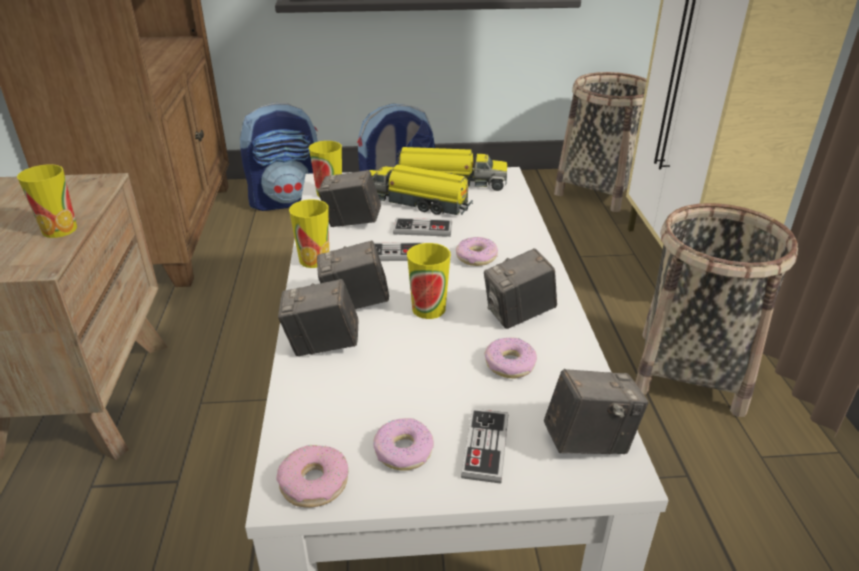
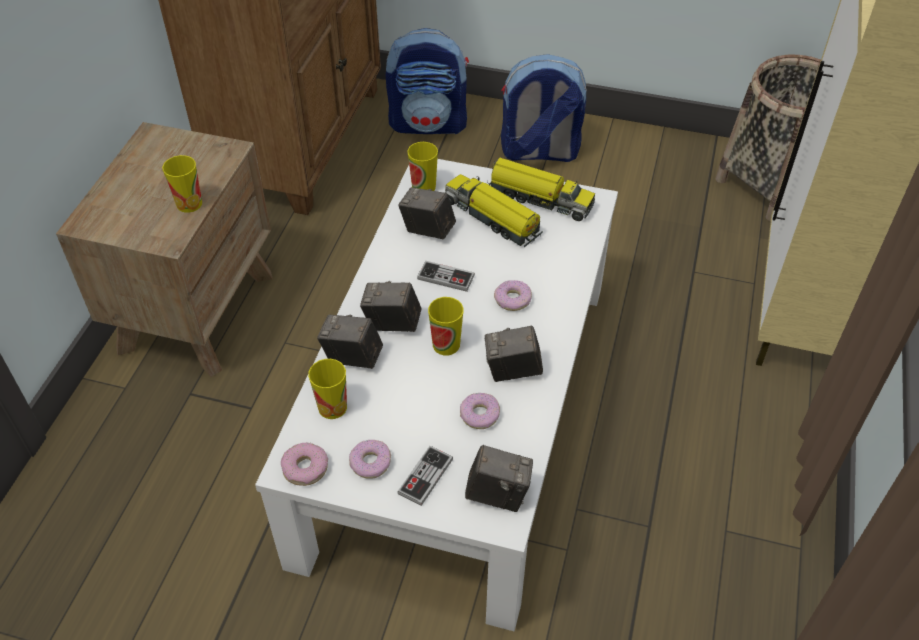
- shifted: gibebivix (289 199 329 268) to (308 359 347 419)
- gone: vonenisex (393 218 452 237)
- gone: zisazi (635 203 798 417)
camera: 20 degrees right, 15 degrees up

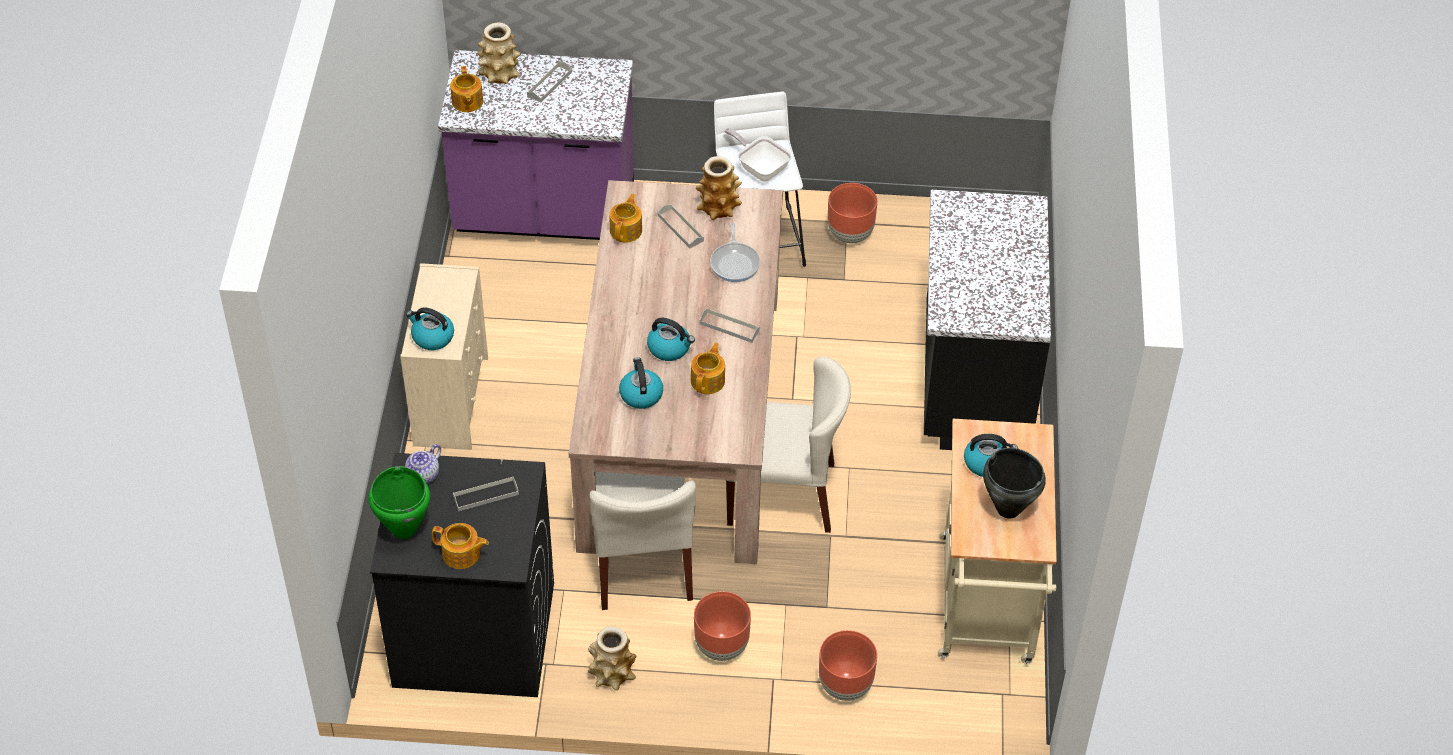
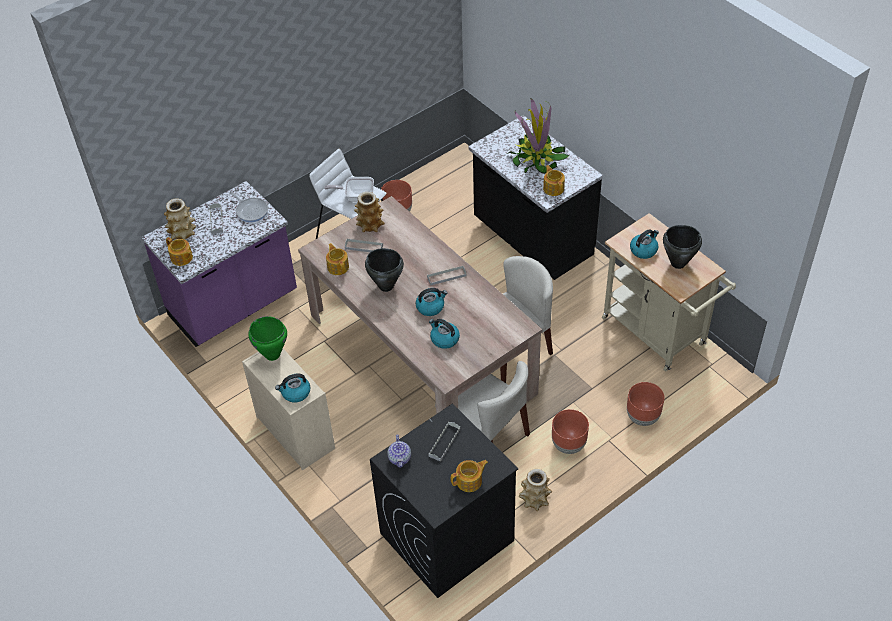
- shifted: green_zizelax (368 466 430 539) to (249 316 287 361)
- shifted: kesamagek (691 343 725 394) to (543 165 565 196)
- shifted: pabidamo (710 223 760 282) to (230 192 268 222)
- new: black_zizelax (365 248 404 292)
- new: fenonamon (507 98 569 174)
camera: 40 degrees left, 0 degrees up

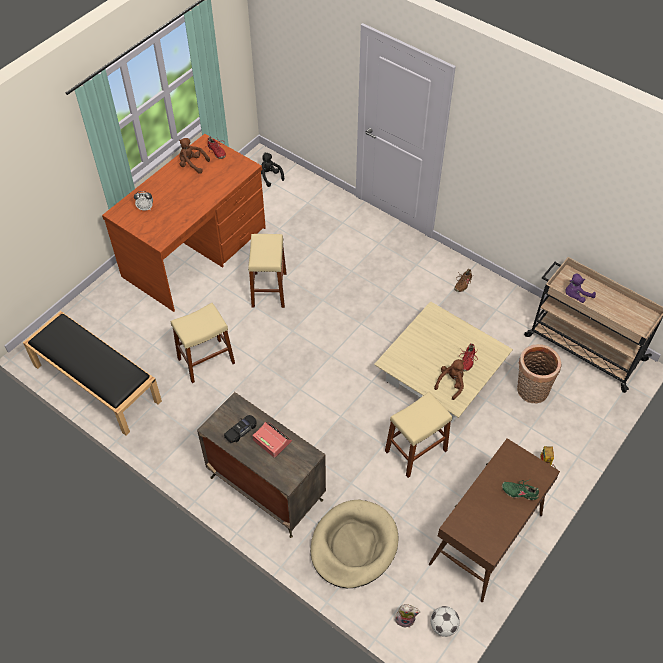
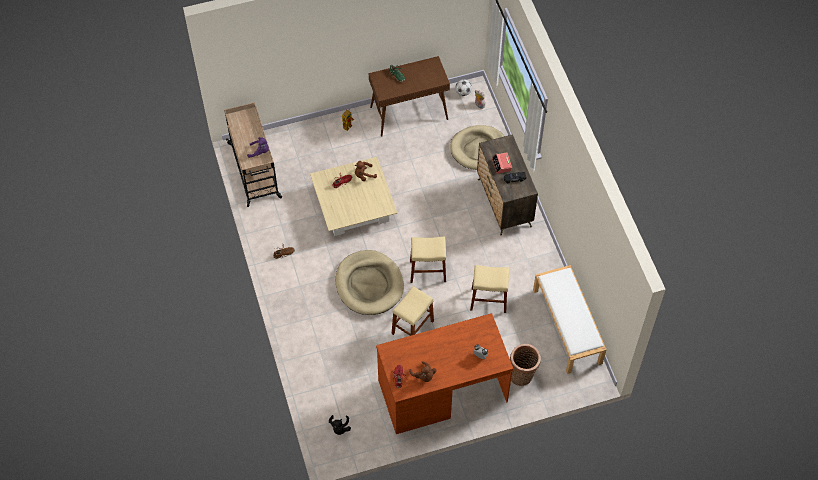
- repainted: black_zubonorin (23 311 162 436) to white_zubonorin (533 265 607 374)
- shifted: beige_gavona (385 392 452 478) to (410 237 446 283)
- shifted: zisazi (517 344 561 403) to (510 344 541 386)
- new: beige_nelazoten (335 250 404 315)
camera: 145 degrees left, 5 degrees up

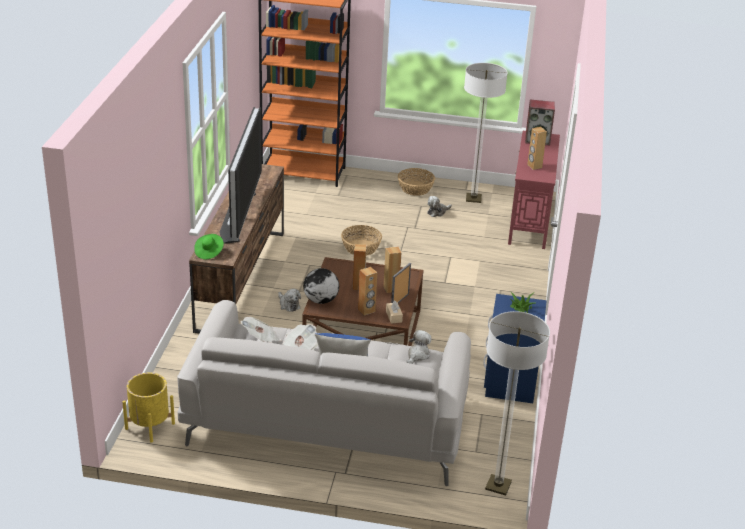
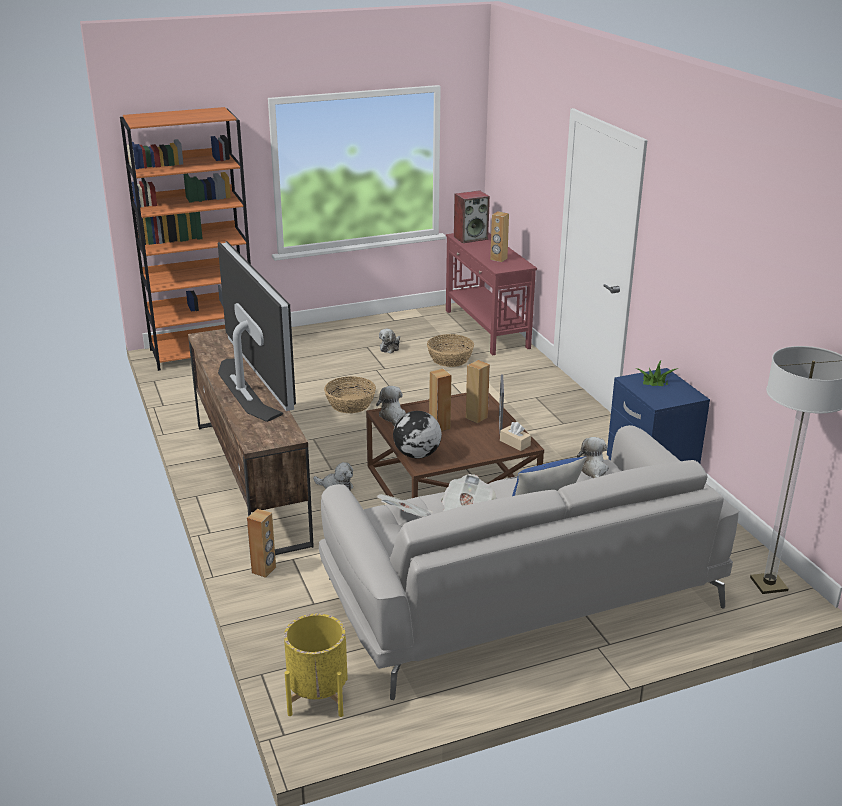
- gone: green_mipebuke (194 234 224 259)
- shifted: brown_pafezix (358 267 377 316) to (247 509 276 578)
- shifted: zisazi (398 168 435 196) to (427 334 474 367)
- gone: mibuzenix (464 63 508 203)
- new: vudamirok (376 386 406 426)
camera: 30 degrees left, 5 degrees down

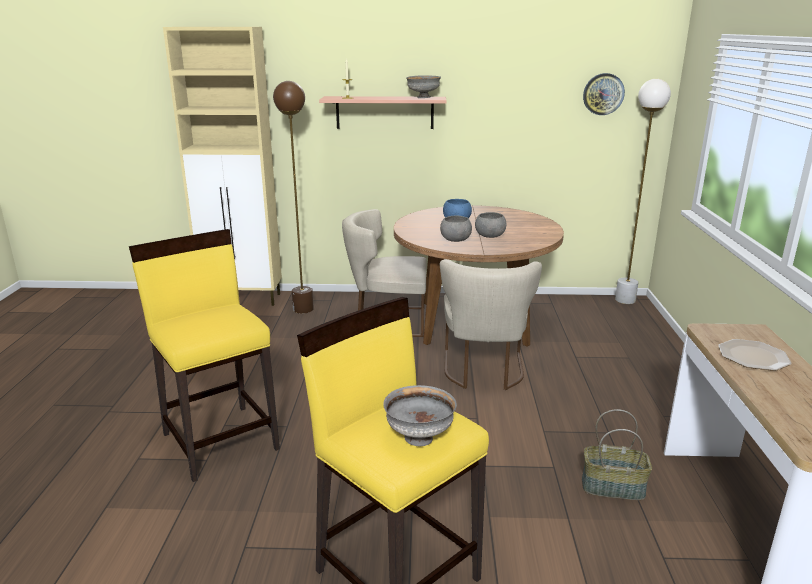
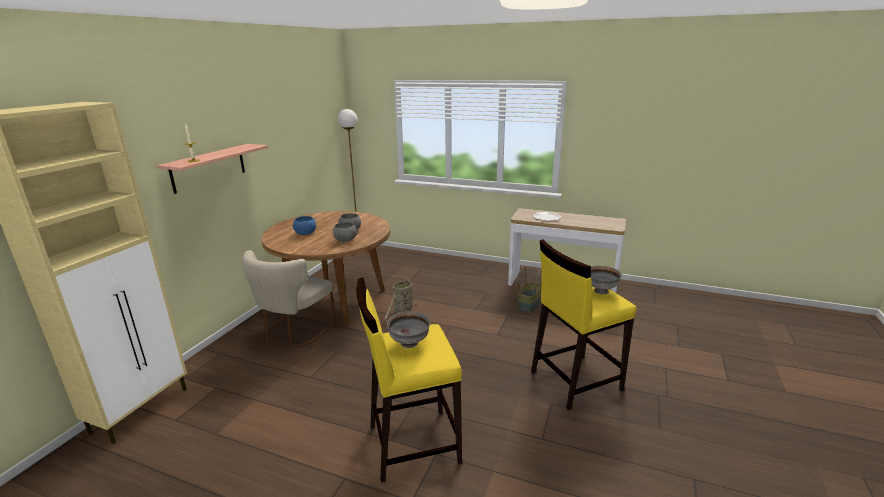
- gone: brown_mibuzenix (273 81 314 314)
- shifted: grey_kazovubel (406 75 441 98) to (387 311 431 348)
- swapped: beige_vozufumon (440 259 542 390) to zisazi (385 280 416 321)
- gone: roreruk (583 73 625 115)
camera: 70 degrees left, 0 degrees up

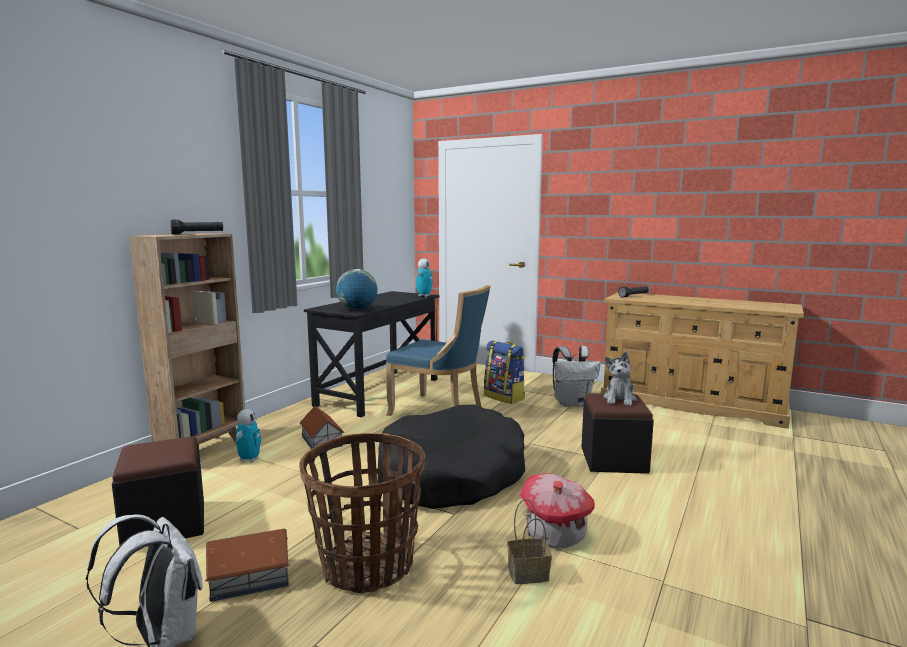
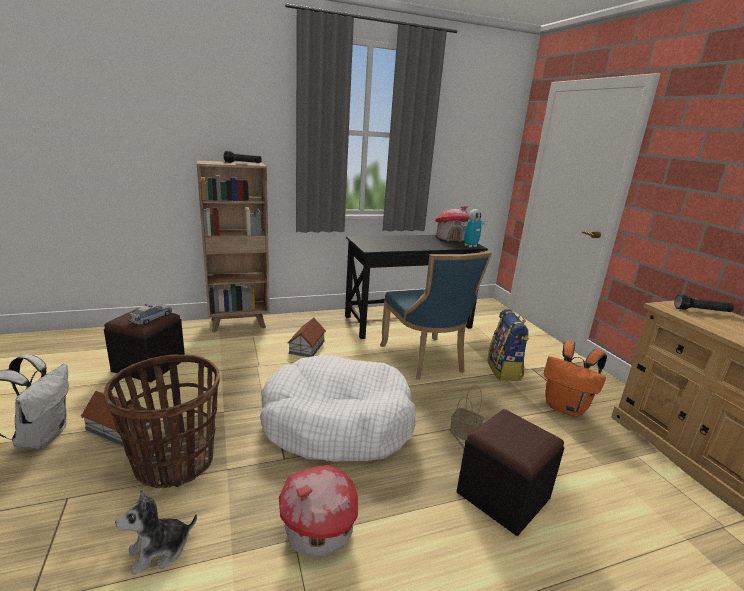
- gone: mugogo (236 409 261 462)
- gone: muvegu (336 269 378 310)
- repainted: black_nelazoten (377 404 525 509) to white_nelazoten (260 355 416 462)
- shifted: zisazi (507 499 552 584) to (450 385 484 440)
- repainted: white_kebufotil (552 346 600 407) to orange_kebufotil (544 341 607 417)
- shifted: vudamirok (603 352 636 406) to (115 489 197 575)
- new: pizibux (128 304 172 324)
- new: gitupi (435 206 469 242)
camera: 40 degrees right, 10 degrees up

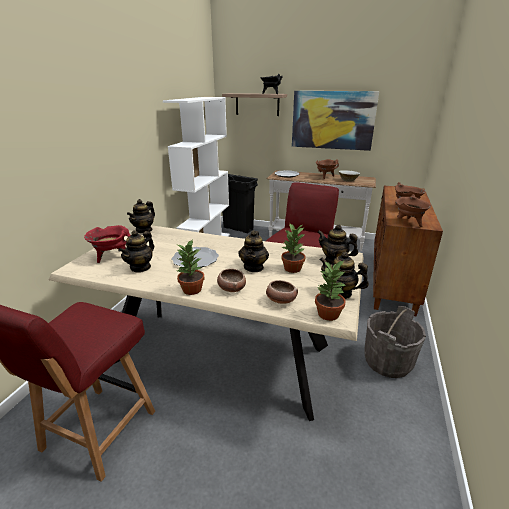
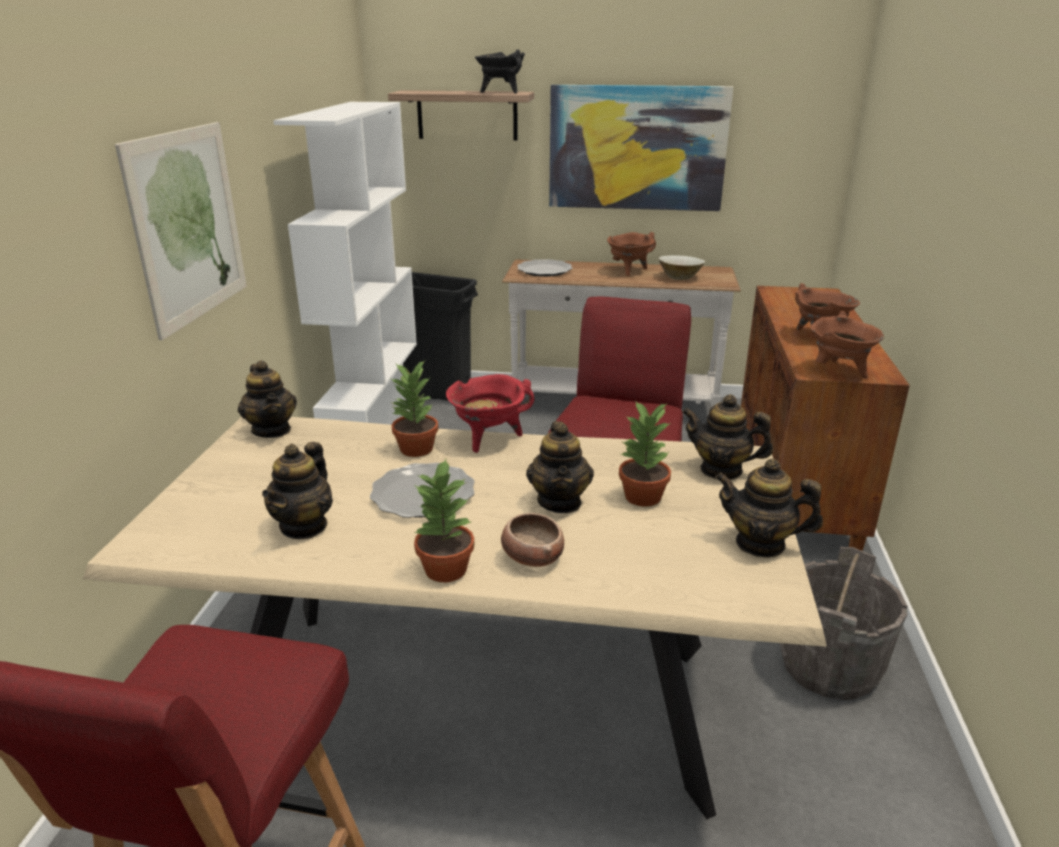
- shifted: red_zizelax (84 225 131 263) to (446 374 534 453)
- rotated: kesamagek (127 199 155 233) = (238 361 297 438) 45 degrees counterclockwise
- gone: kazovubel (266 280 298 304)
- shifted: fenonamon (315 261 346 321) to (391 360 438 457)
- new: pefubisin (115 122 247 340)
camera: 10 degrees left, 0 degrees up

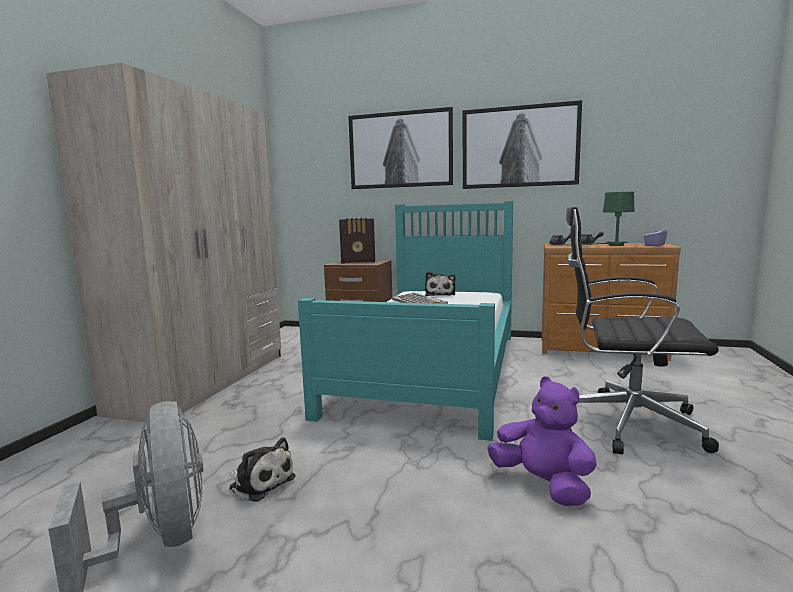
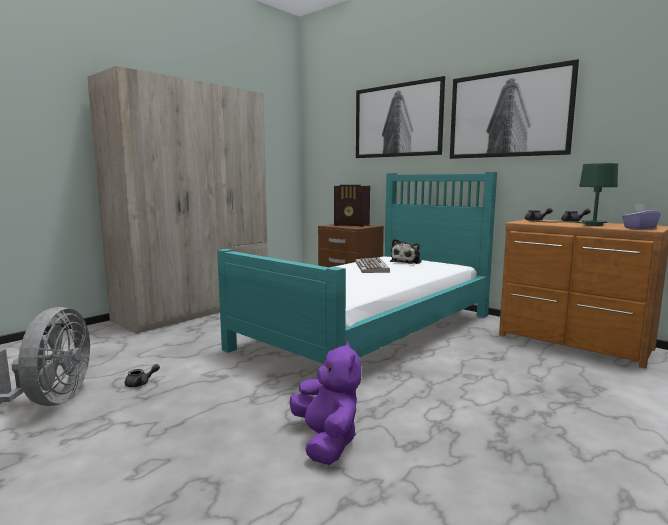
- swapped: vudamirok (229 437 296 502) to grey_kesamagek (125 364 160 387)
- gone: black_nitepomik (566 207 719 454)
camera: 25 degrees right, 0 degrees up

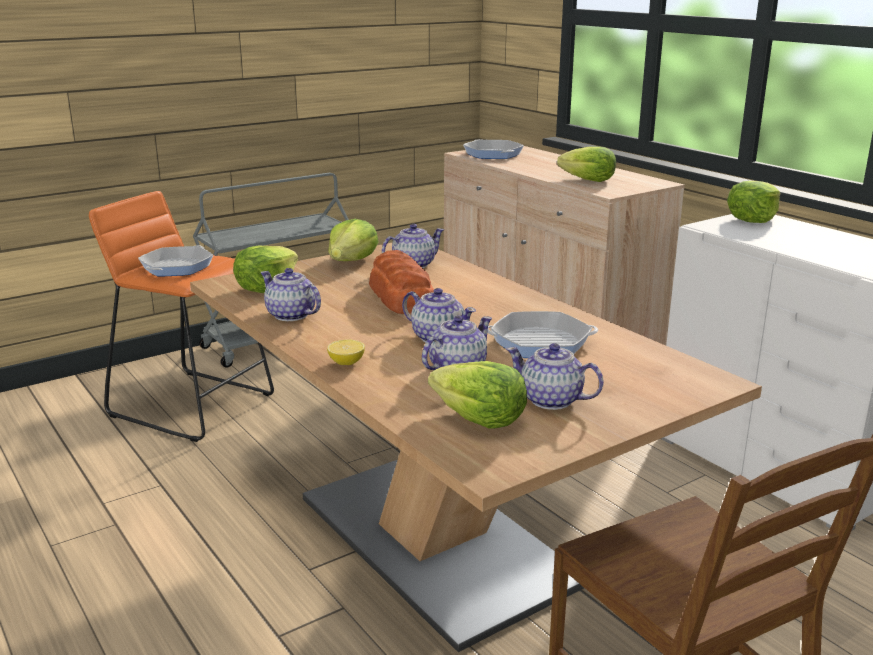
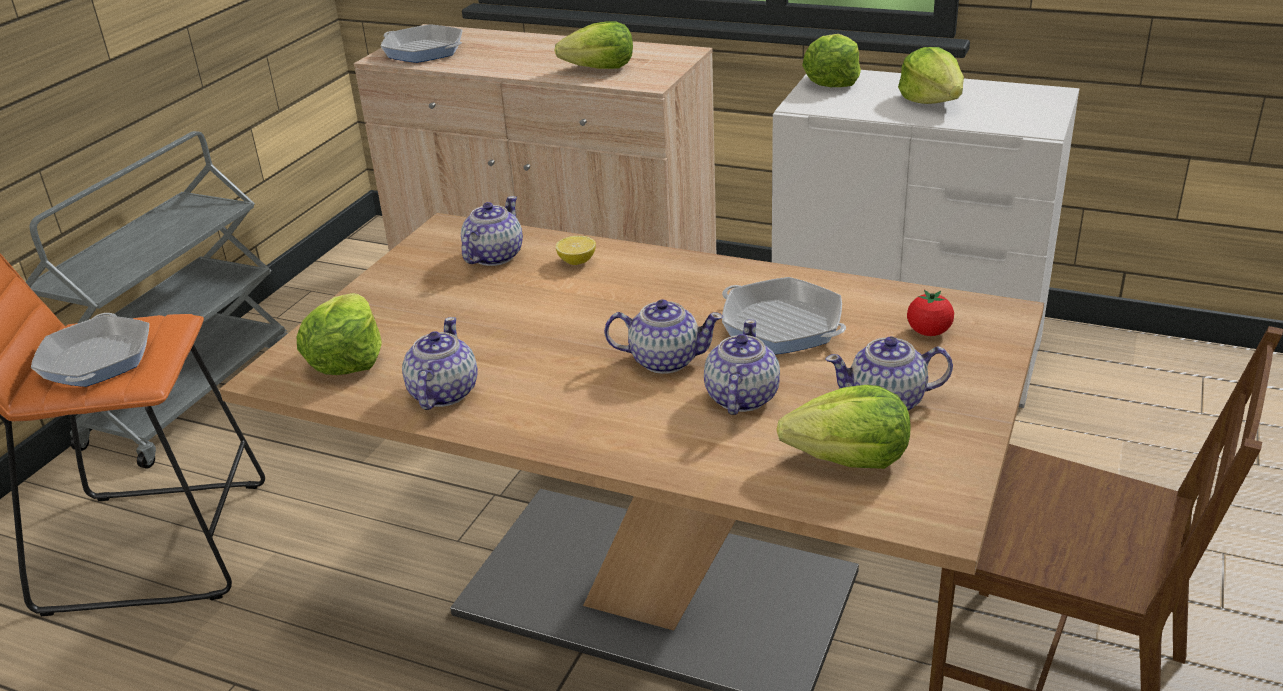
- rotated: kesamagek (260 268 321 321) = (402 317 478 410) 90 degrees clockwise
- shifted: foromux (327 340 365 365) to (556 236 596 265)
- shifted: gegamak (328 219 378 261) to (898 47 964 104)
- gone: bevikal (369 250 434 314)
- rotated: pabidamo (487 311 598 358) = (722 277 846 354) 105 degrees counterclockwise
- new: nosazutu (907 290 954 336)
camera: 30 degrees left, 10 degrees up

